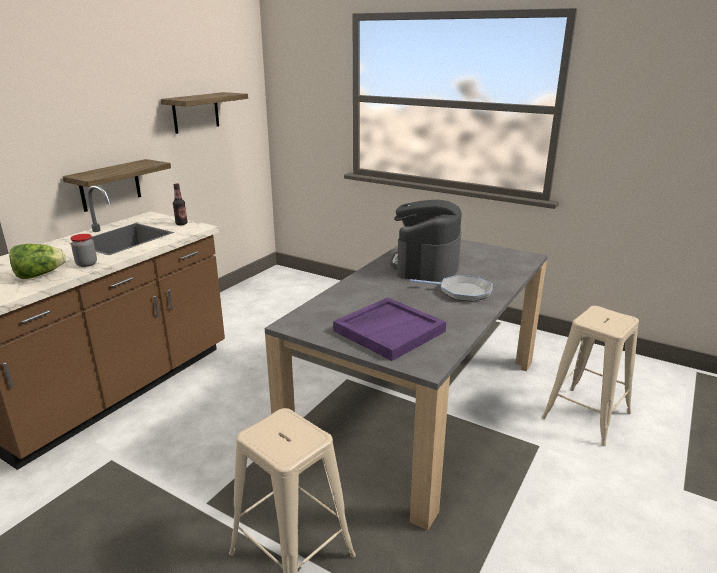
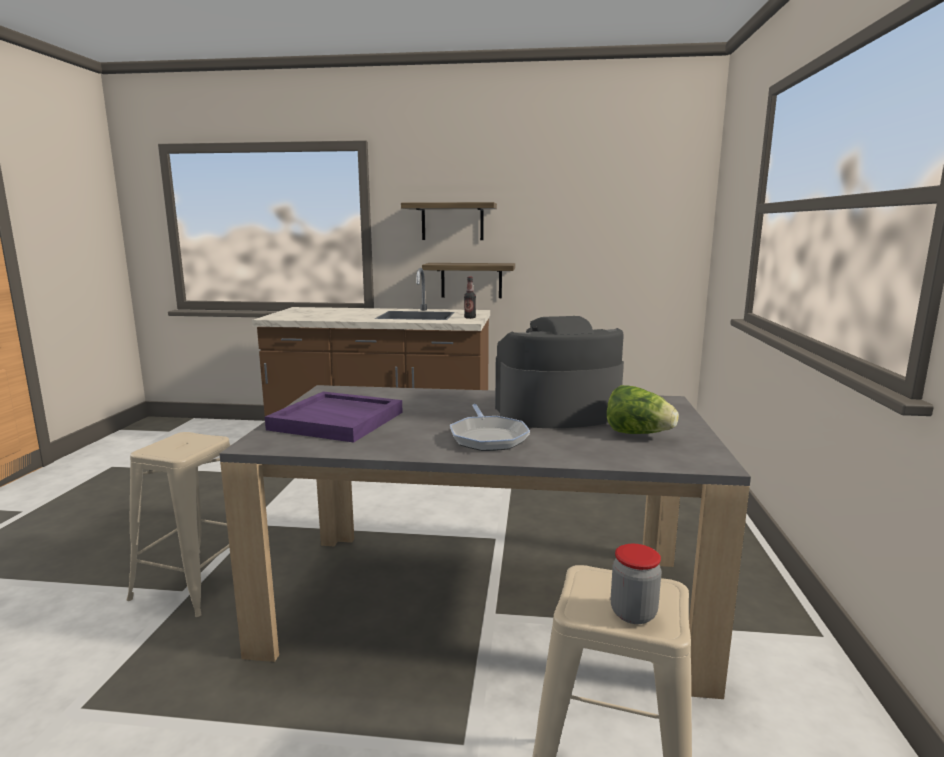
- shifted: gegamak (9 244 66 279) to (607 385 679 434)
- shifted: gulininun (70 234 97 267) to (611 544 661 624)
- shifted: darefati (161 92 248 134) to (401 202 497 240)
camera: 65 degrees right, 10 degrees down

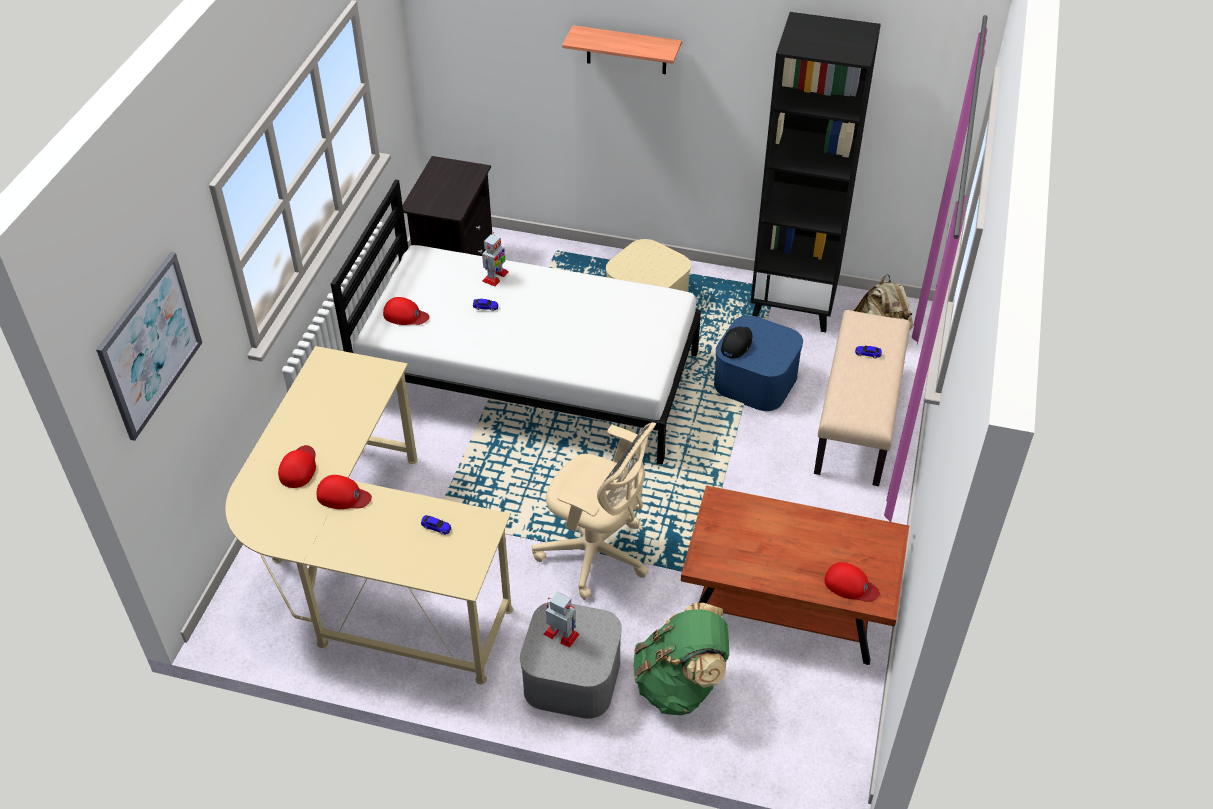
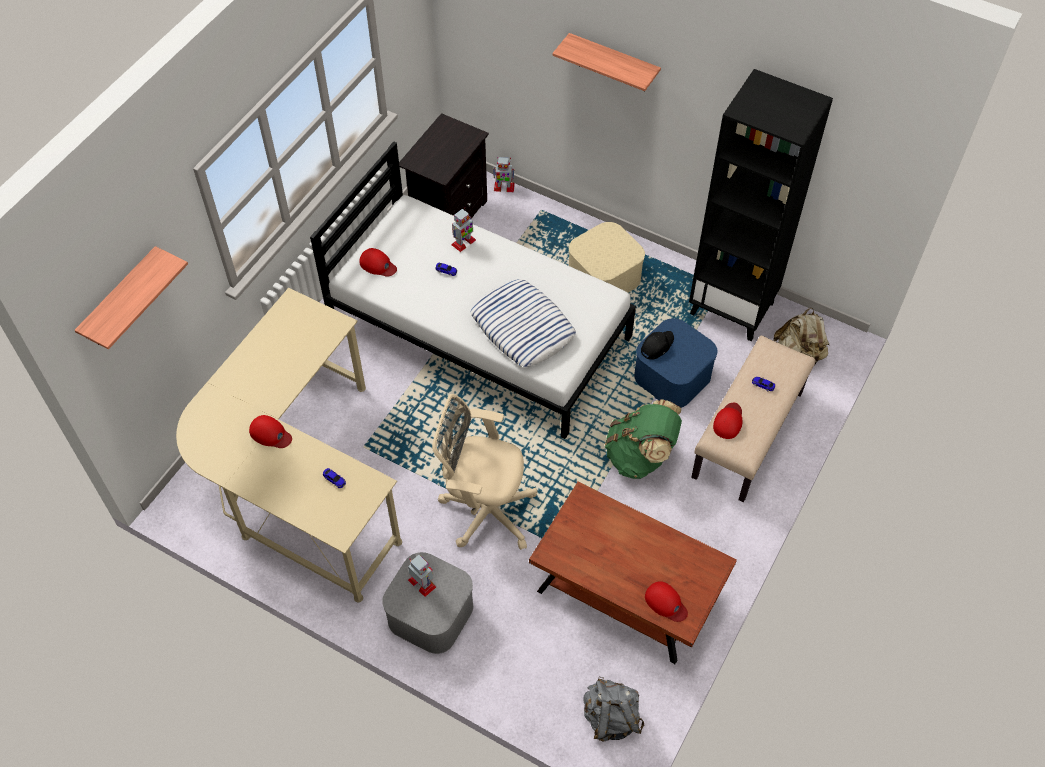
- swapped: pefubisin (96 252 202 441) to darefati (74 246 188 349)
- shifted: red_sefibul (278 445 316 488) to (713 403 742 439)
- rotated: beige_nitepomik (532 422 656 600) = (432 394 537 550) 150 degrees clockwise
- shifted: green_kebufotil (634 602 729 715) to (605 399 682 479)
- new: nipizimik (470 279 576 367)
- new: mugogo (493 157 515 192)
- new: grey_kebufotil (583 677 644 742)
camera: 15 degrees right, 10 degrees up

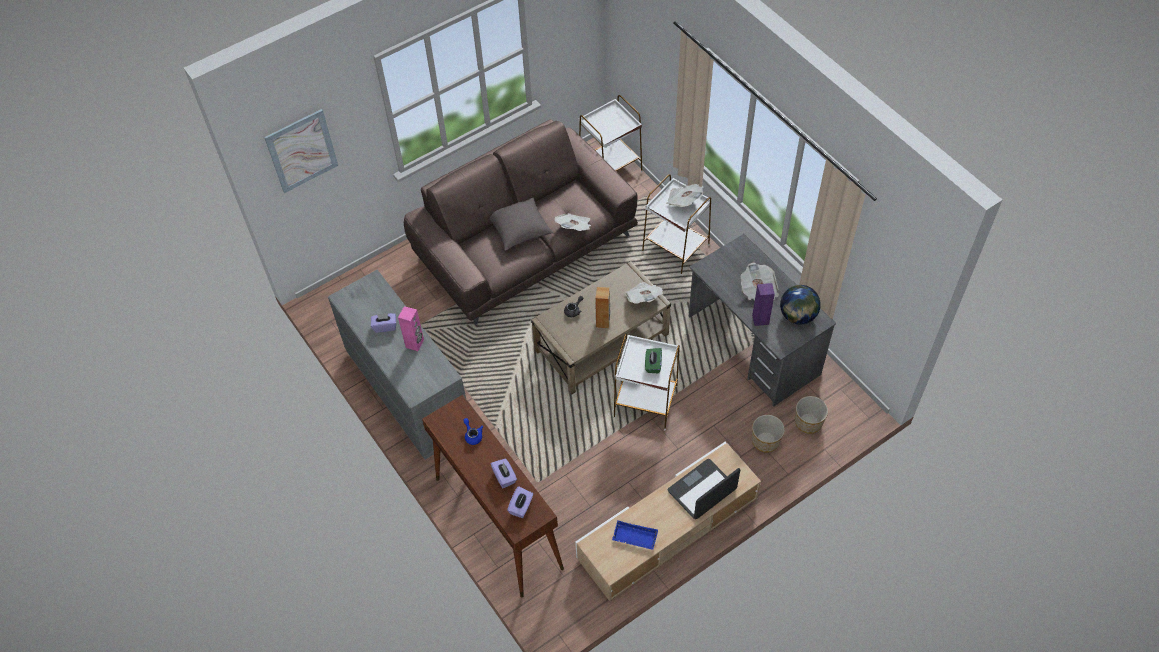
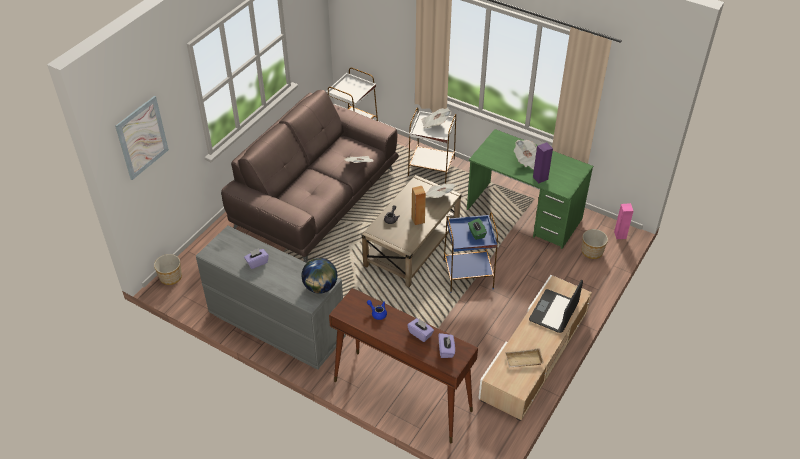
- shifted: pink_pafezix (398 306 424 351) to (614 203 633 239)
- gone: grey_nipizimik (490 197 554 251)
- repainted: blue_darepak (612 520 658 550) to beige_darepak (505 348 544 368)
- repainted: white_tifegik (614 334 680 430) to blue_tifegik (443 212 498 293)
- repainted: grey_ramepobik (689 234 836 407) to green_ramepobik (467 129 593 249)
- shifted: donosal (752 415 785 452) to (154 254 182 285)
- shifted: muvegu (780 285 821 325) to (302 258 337 294)
camera: 25 degrees left, 10 degrees down

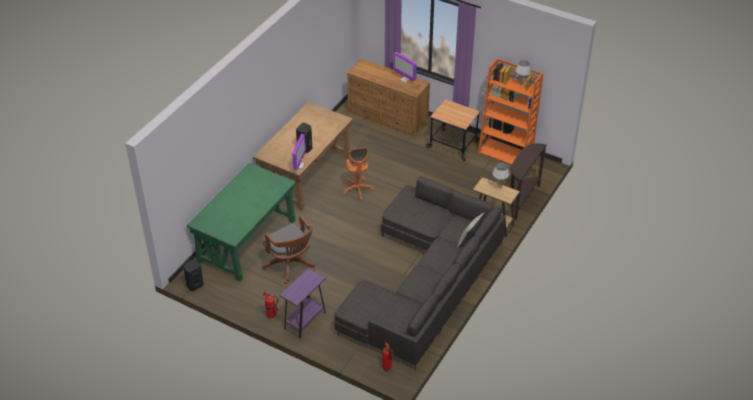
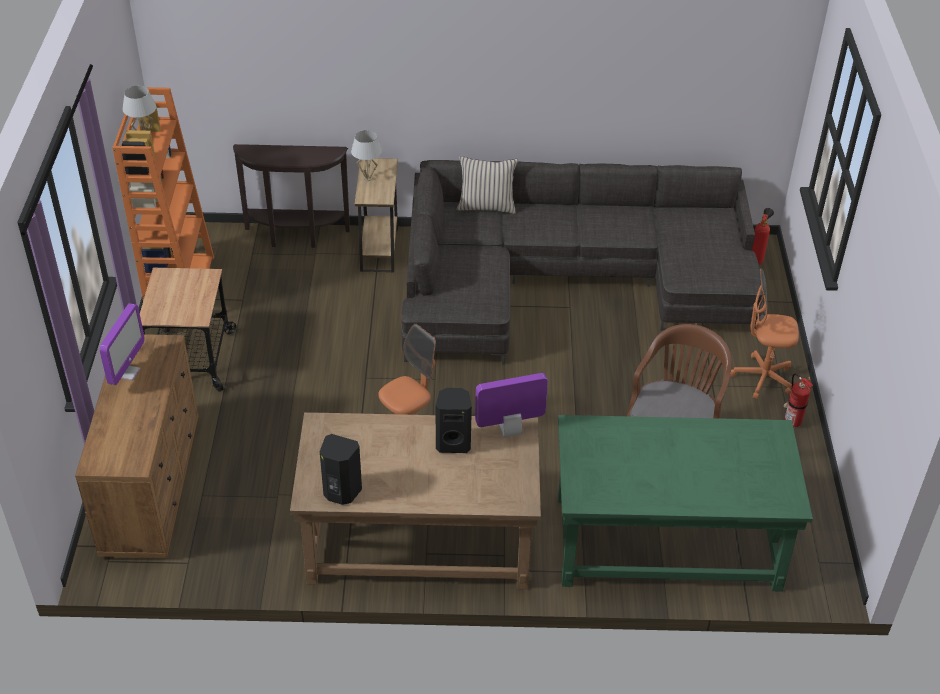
- shifted: black_pafezix (183 260 204 291) to (320 434 362 505)
- swapped: purple_tifegik (279 268 326 338) to orange_nitepomik (730 268 799 399)
camera: 120 degrees left, 0 degrees up

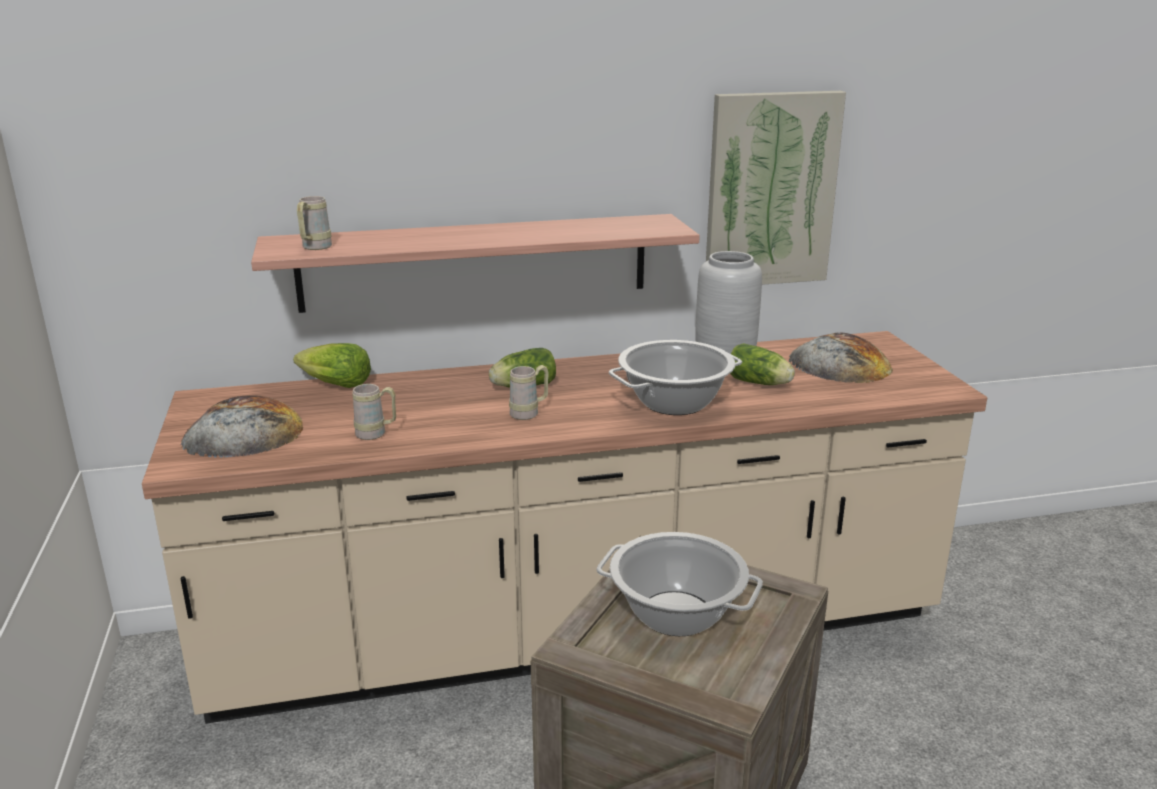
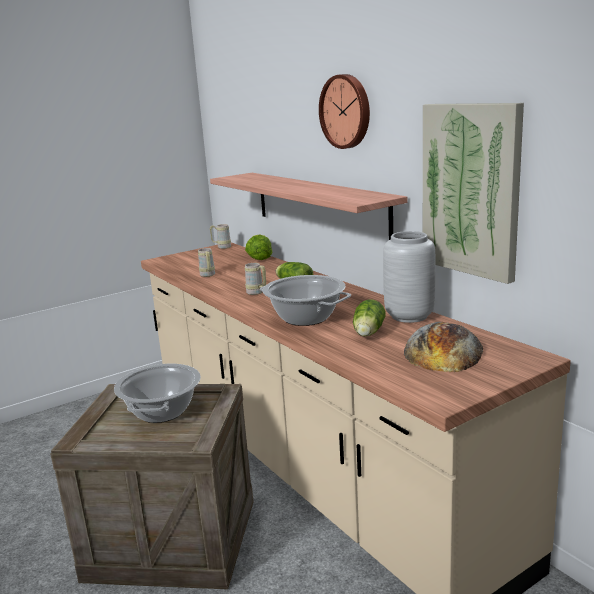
- gone: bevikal (180 395 303 458)
- shifted: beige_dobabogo (297 196 332 250) to (210 224 231 249)
- new: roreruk (319 74 370 149)
camera: 70 degrees right, 5 degrees down

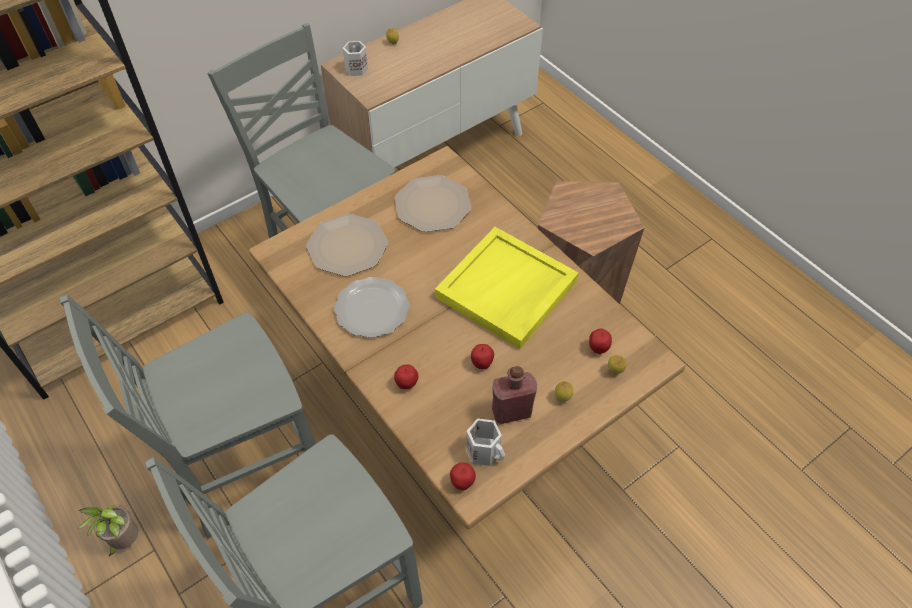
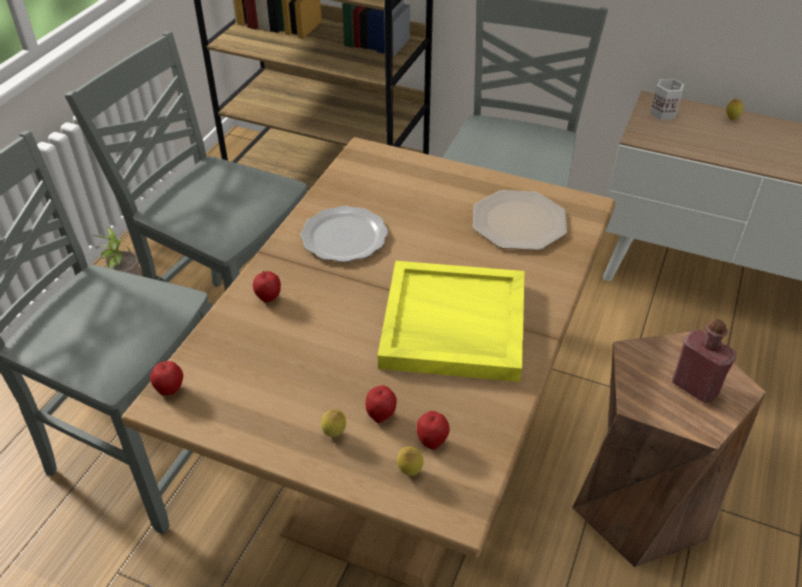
- gone: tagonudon (306 214 388 276)
- gone: white_dobabogo (466 419 505 466)
- shifted: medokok (471 344 494 369) to (366 386 397 423)
- shifted: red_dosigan (492 366 537 424) to (672 319 736 403)
camera: 60 degrees right, 10 degrees down

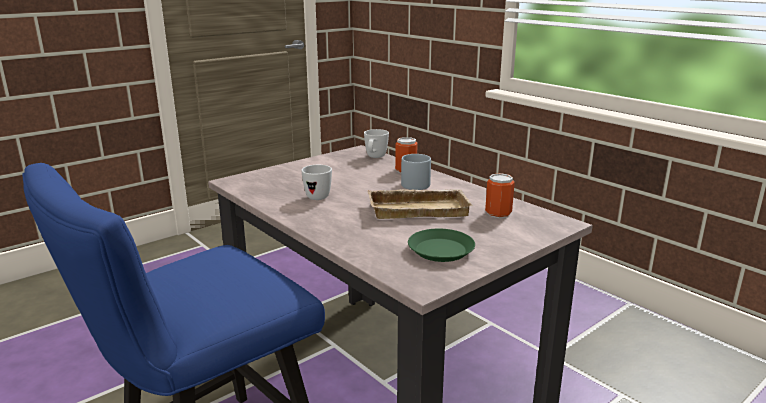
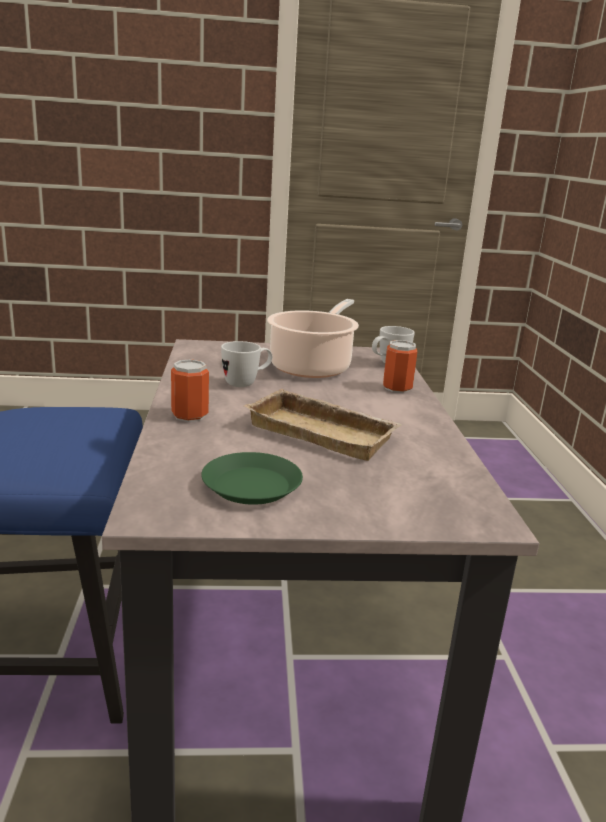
- gone: grey_dobabogo (401 154 431 190)
- shifted: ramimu (485 173 515 218) to (171 359 209 422)
- new: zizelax (267 299 359 378)
camera: 35 degrees right, 0 degrees up

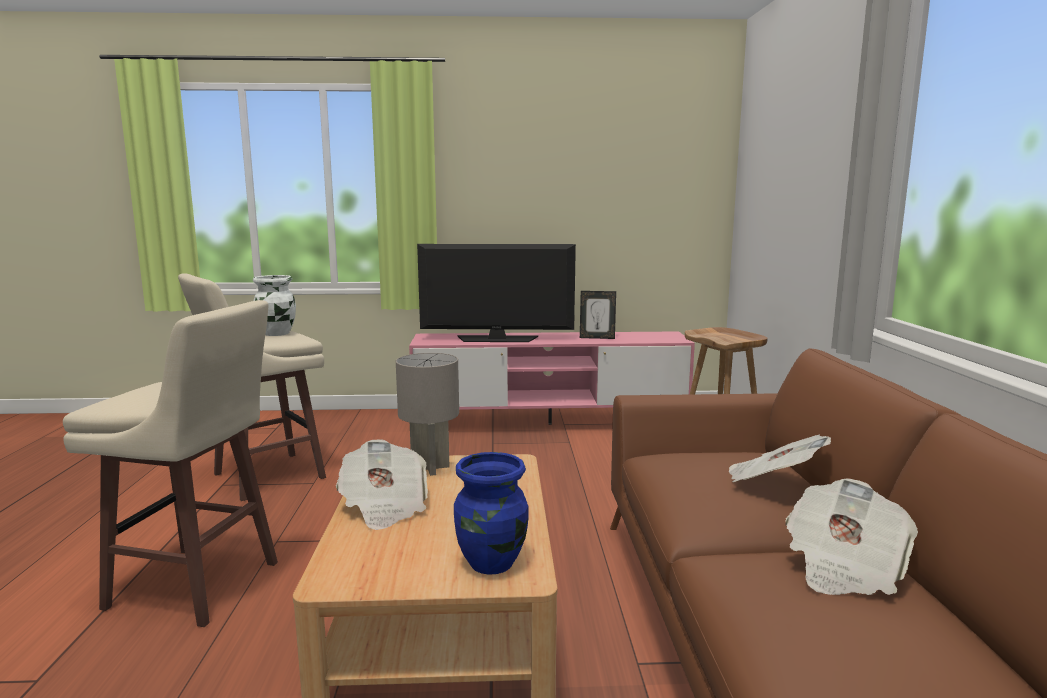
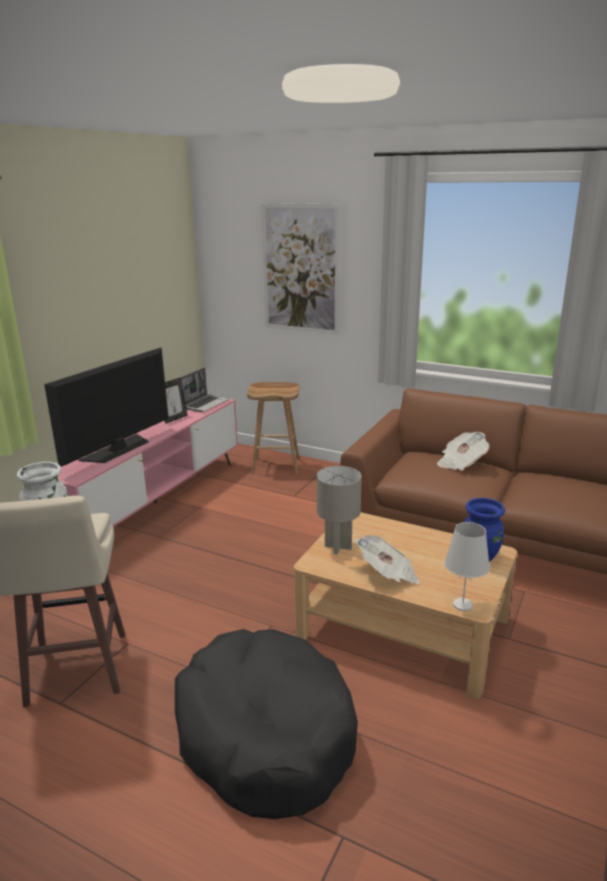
- swapped: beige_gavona (63 300 278 627) to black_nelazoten (175 629 358 819)
- gone: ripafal (785 478 918 595)
- new: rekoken (181 368 230 412)
- new: pefubisin (261 203 340 335)
- new: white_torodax (444 522 490 611)
camera: 60 degrees left, 10 degrees up

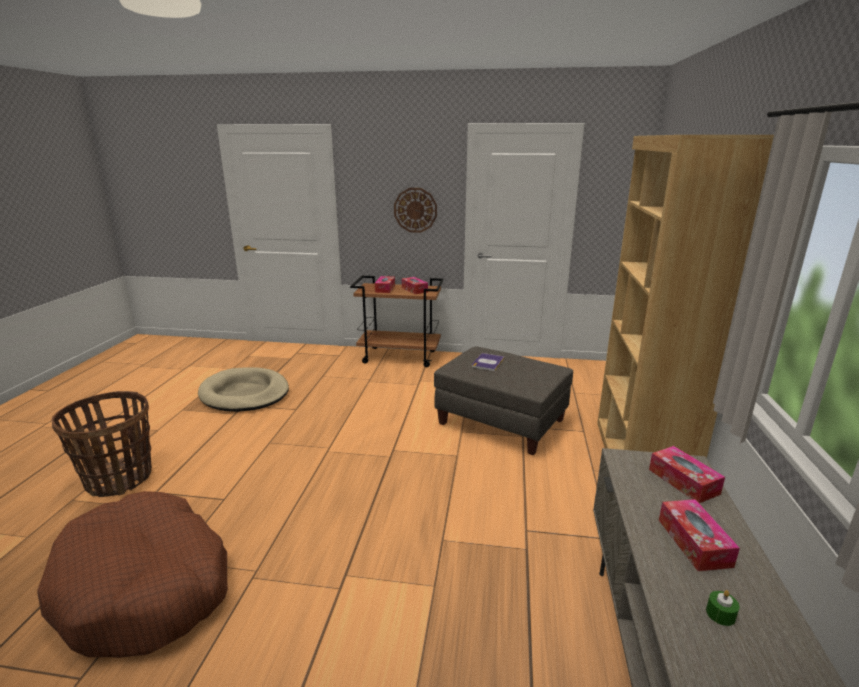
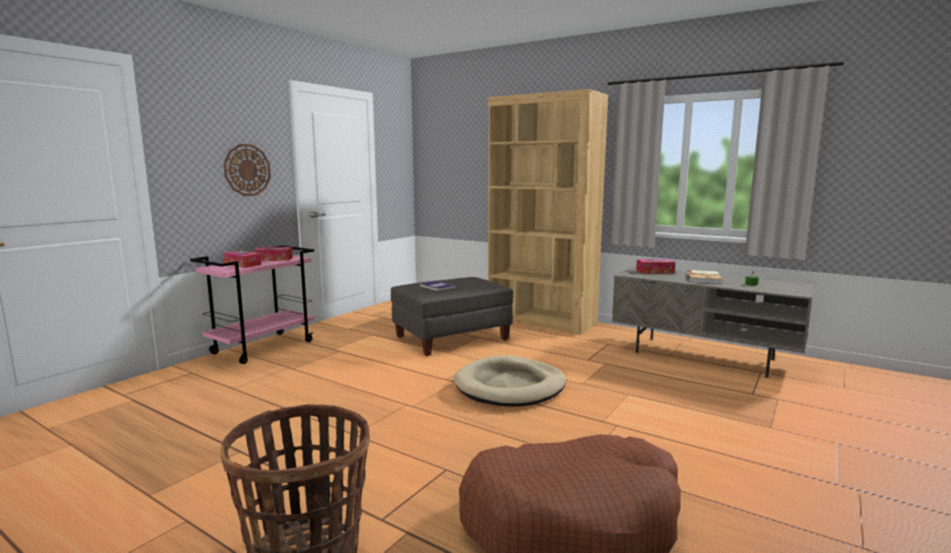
- shifted: beige_nelazoten (198 367 289 412) to (454 355 566 407)
- repainted: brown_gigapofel (350 276 444 367) to pink_gigapofel (190 245 315 364)
- swapped: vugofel (659 499 740 571) to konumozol (686 270 722 284)
camera: 65 degrees left, 10 degrees down

